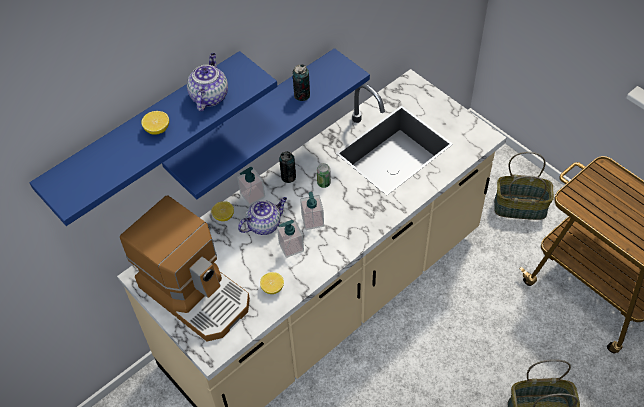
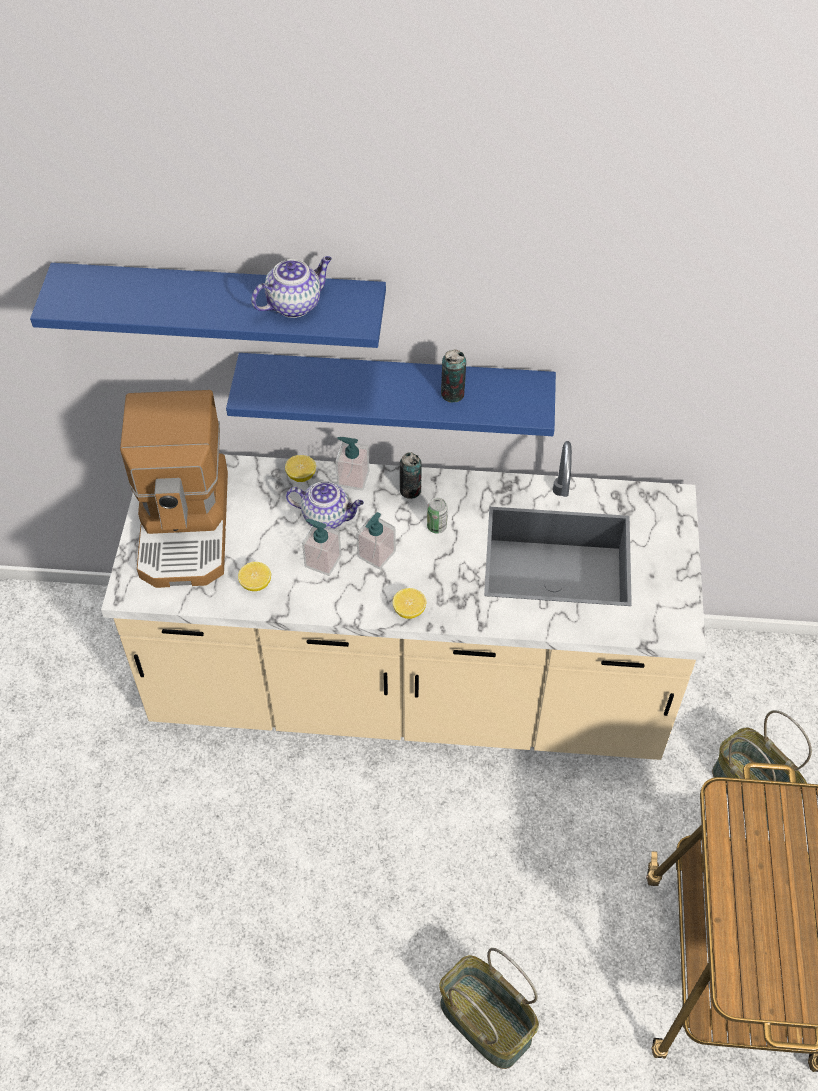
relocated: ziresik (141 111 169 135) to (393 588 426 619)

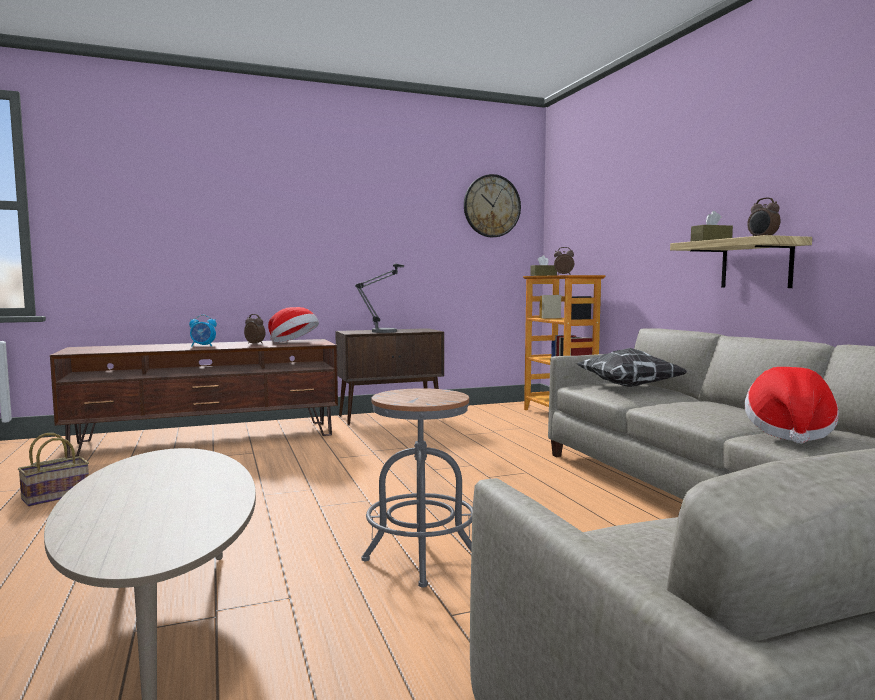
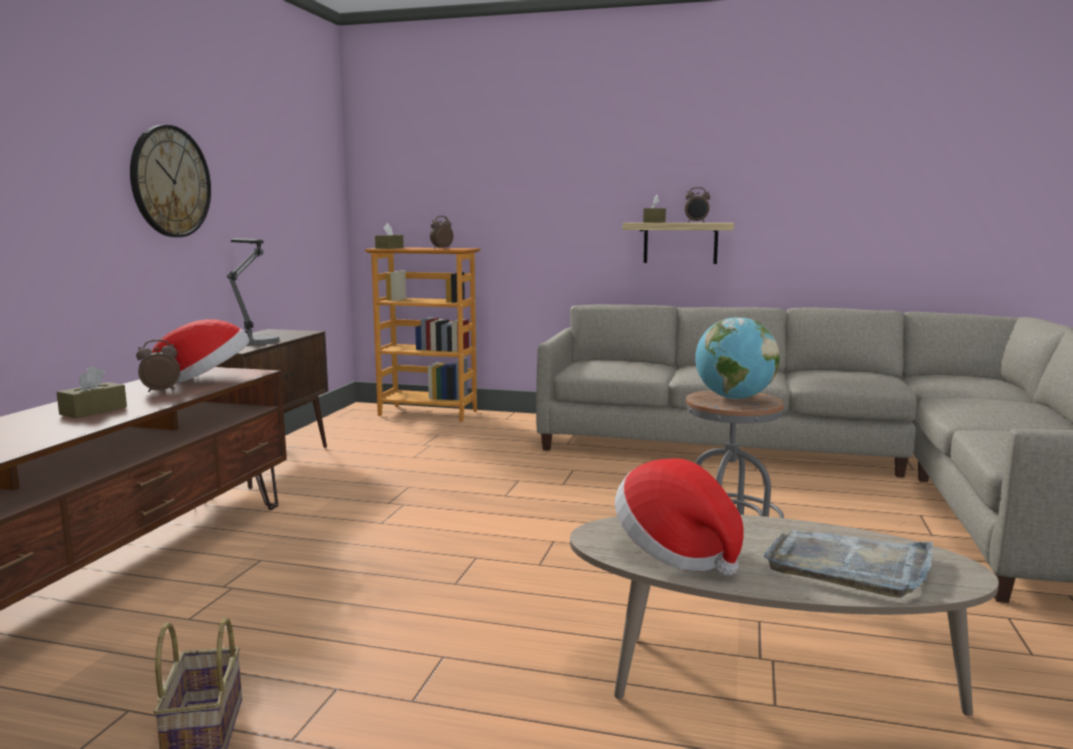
missing: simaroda (577 348 687 387)
appeared: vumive (695 317 780 399); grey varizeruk (763 530 933 598)
relocated: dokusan (464 174 521 237) to (130 125 211 237); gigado (745 367 839 444) to (615 458 744 576)
exchanged: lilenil (189 315 217 346) to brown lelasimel (56 366 127 418)

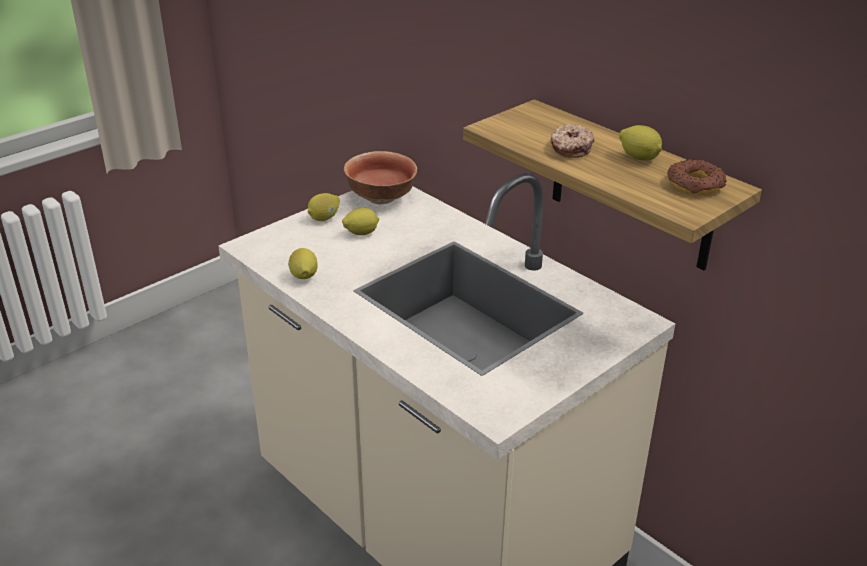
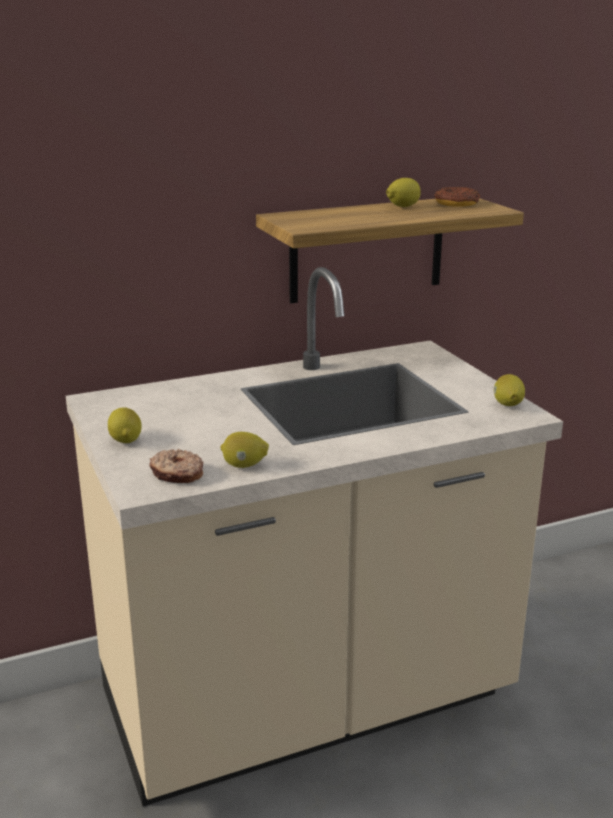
missing: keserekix (344 151 417 204)
relocated: ziresik (342 208 379 235) to (494 374 525 406); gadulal (550 124 595 158) to (149 449 203 483)

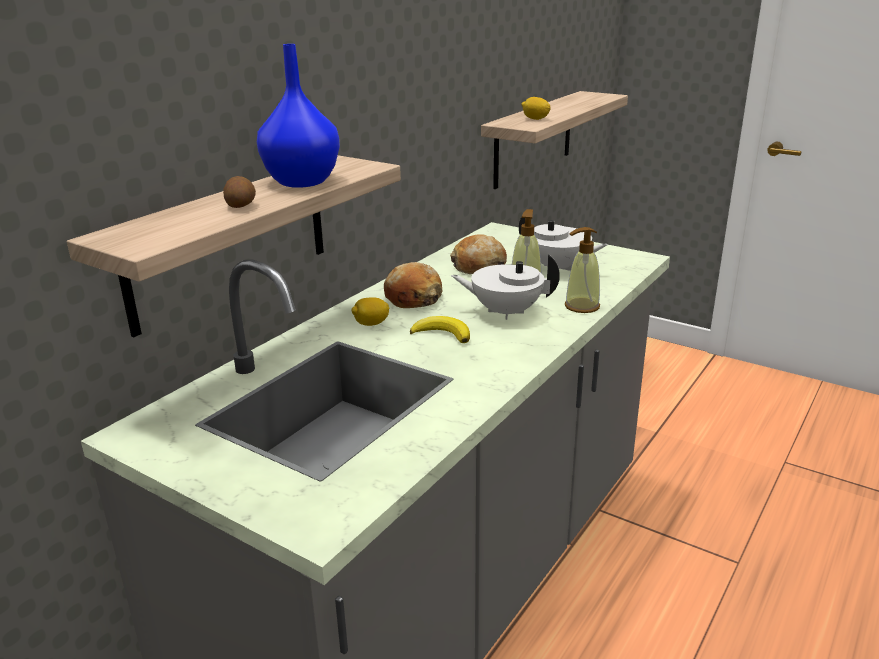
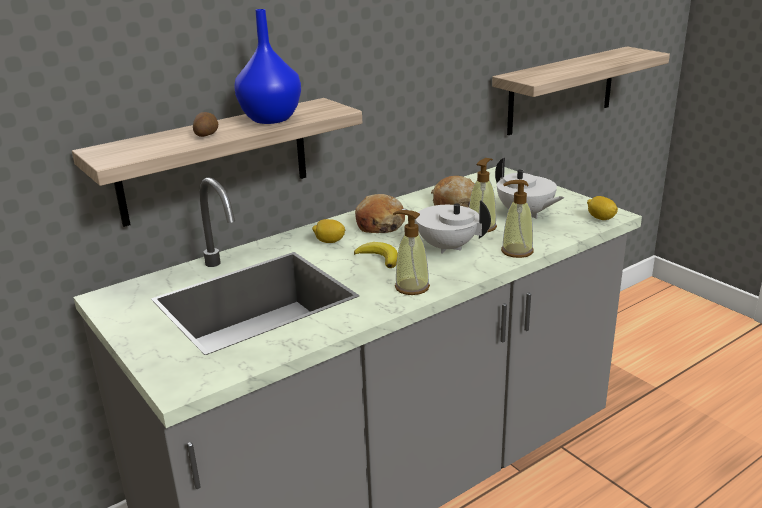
appeared: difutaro (393 210 430 295)
relocated: ziresik (521 97 550 120) to (587 196 618 220)

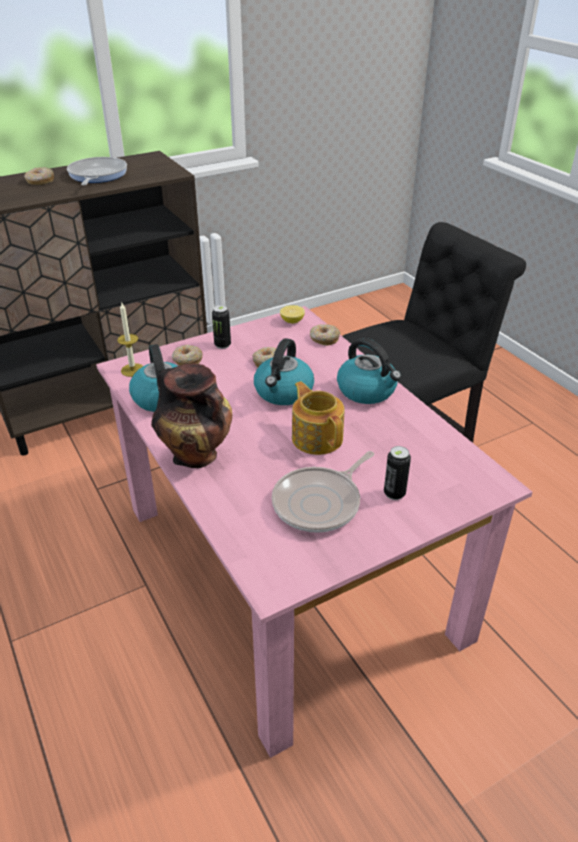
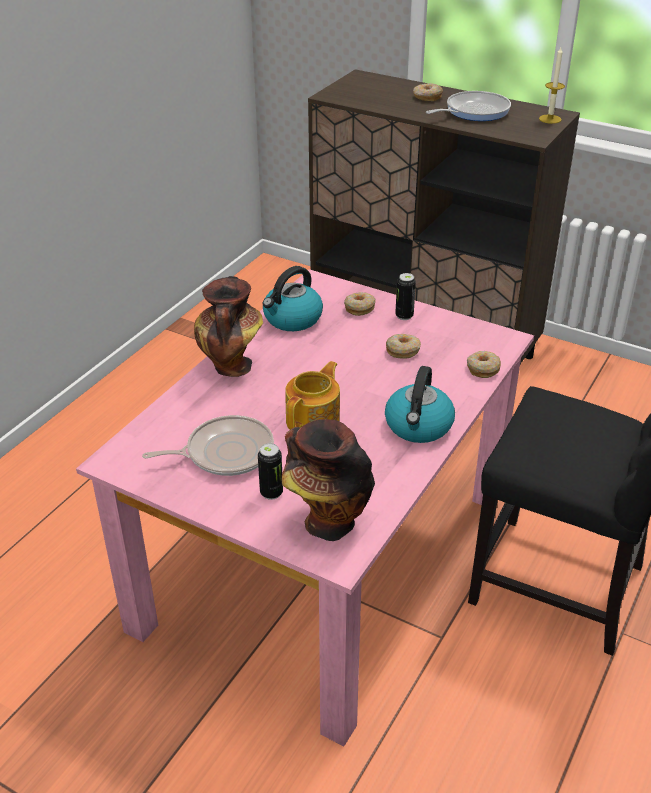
missing: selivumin (254 338 314 405); ziresik (280 305 305 324)
appeared: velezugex (282 419 375 541)
relocated: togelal (117 303 143 377) to (539 47 565 124)
spun: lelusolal (272 451 374 533) = (142 415 274 476) 150 degrees clockwise

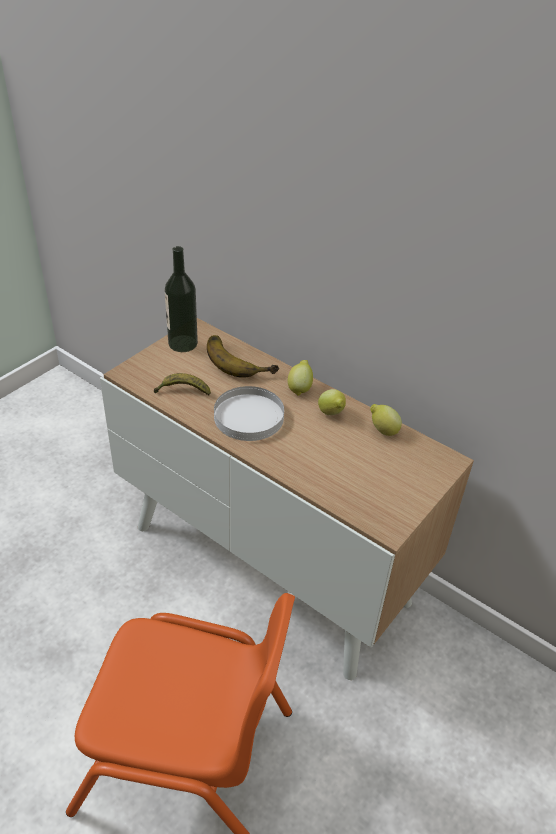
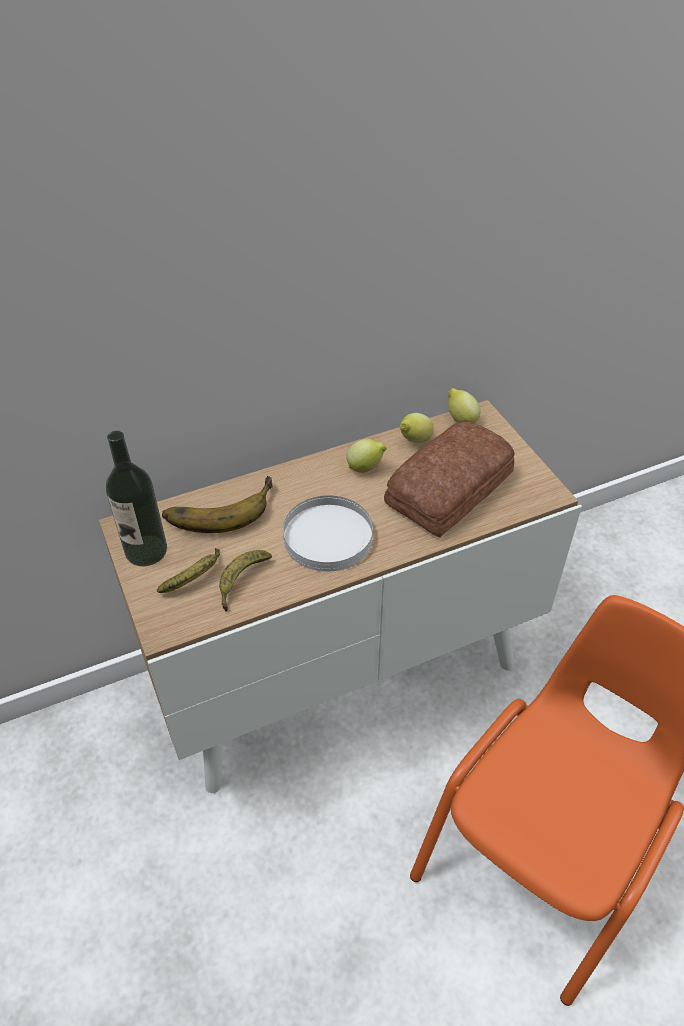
appeared: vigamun (157 548 220 593); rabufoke (384 422 515 537)
relocated: ziresik (288 360 313 396) to (448 388 480 424)

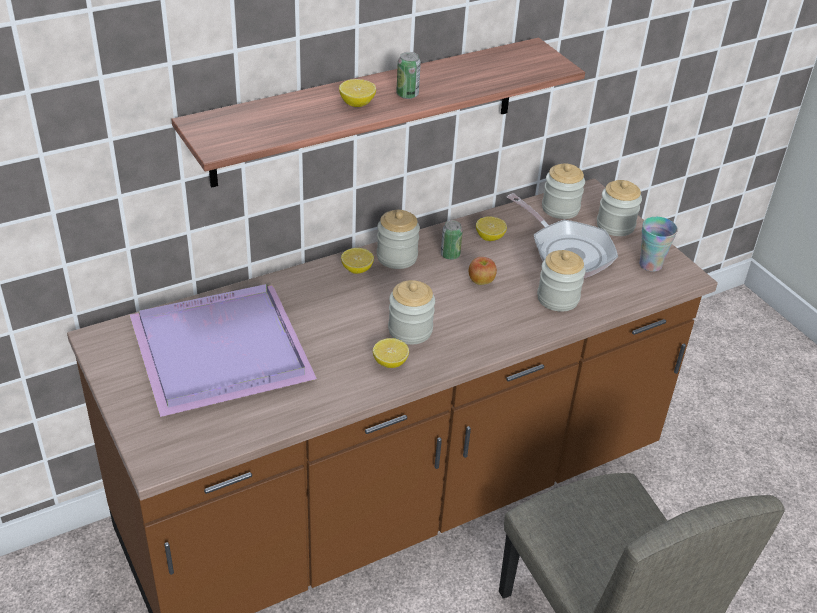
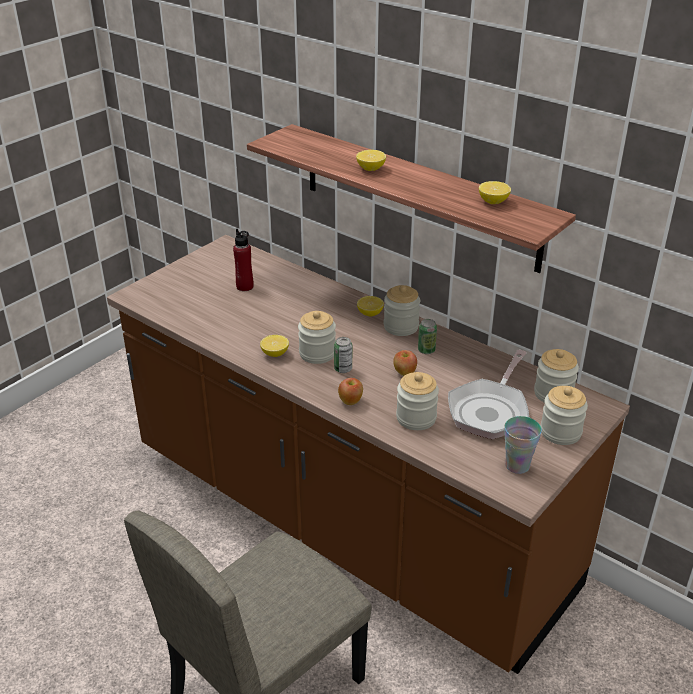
appeared: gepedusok (338 378 363 405)
relocated: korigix (396 52 421 99) to (334 337 352 373); ziresik (476 216 507 241) to (479 181 511 204)
exchanged: purple varizeruk (130 284 317 417) to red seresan (233 229 254 291)

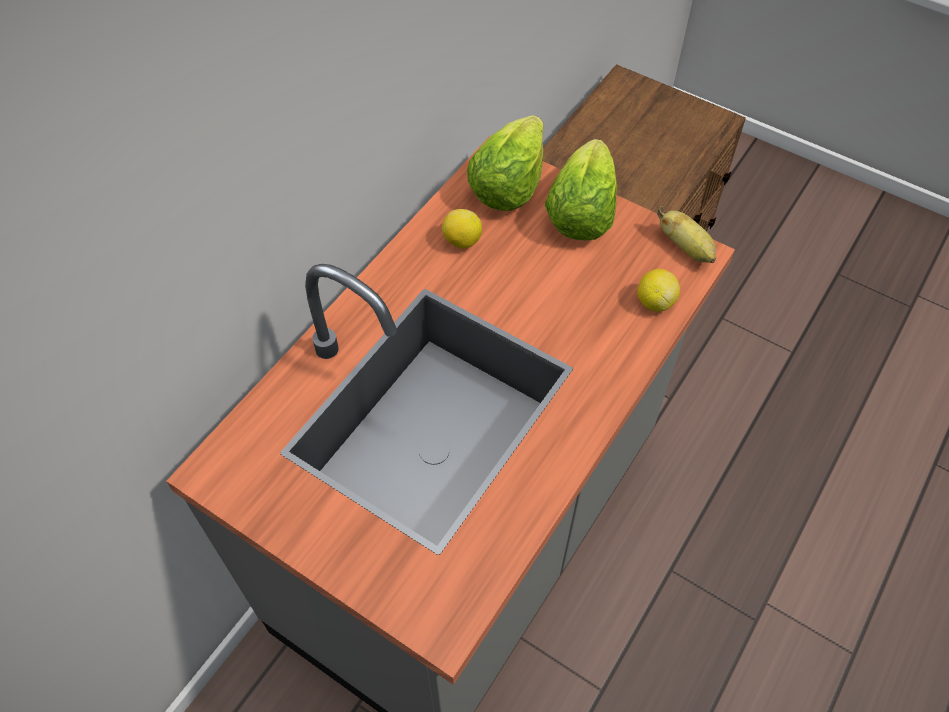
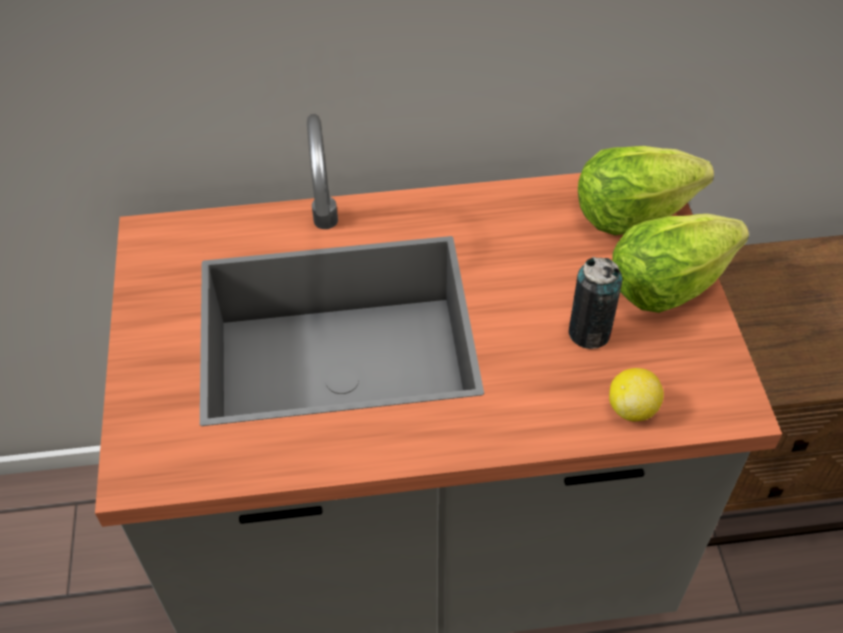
missing: ziresik (442 209 482 249); vigamun (657 206 716 263)
appeared: korigix (569 257 622 349)

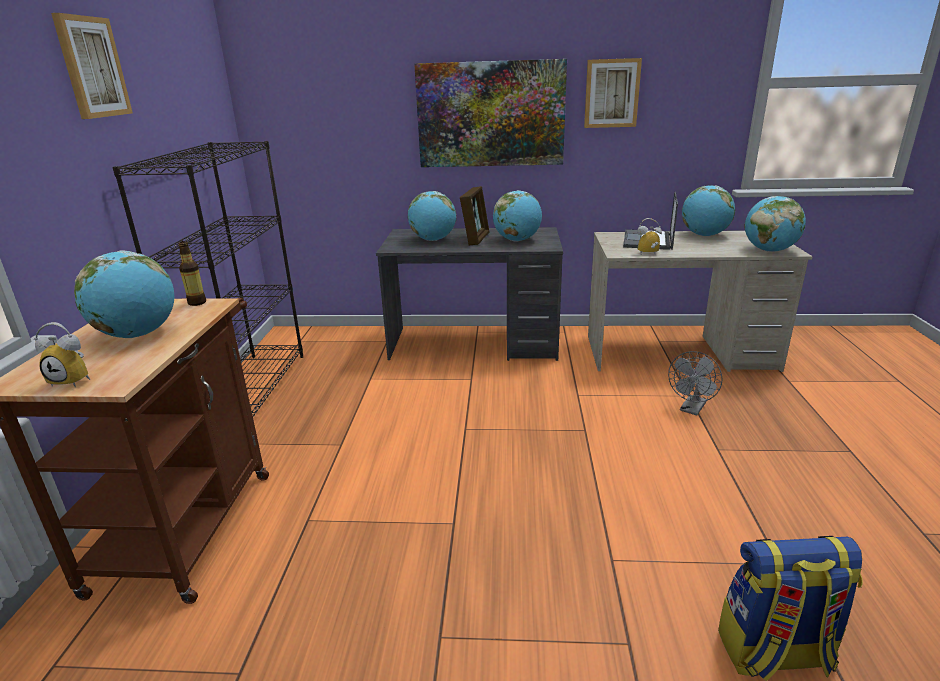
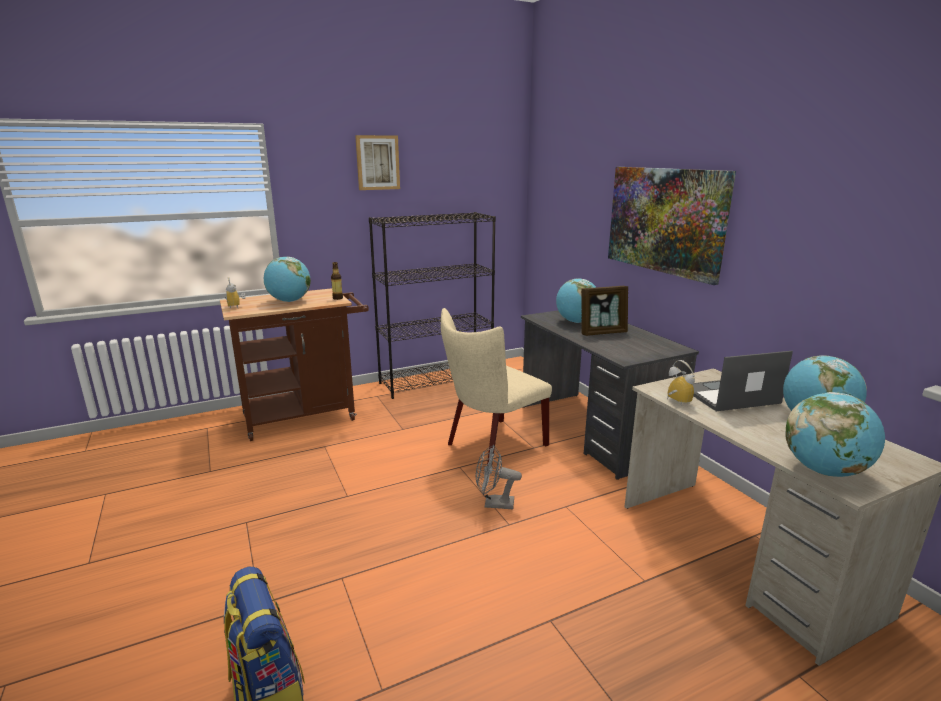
missing: vumive (493 190 542 241); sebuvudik (584 58 642 128)
appeared: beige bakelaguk (441 308 552 467)
relocated: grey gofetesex (668 351 722 416) to (476 445 522 509)

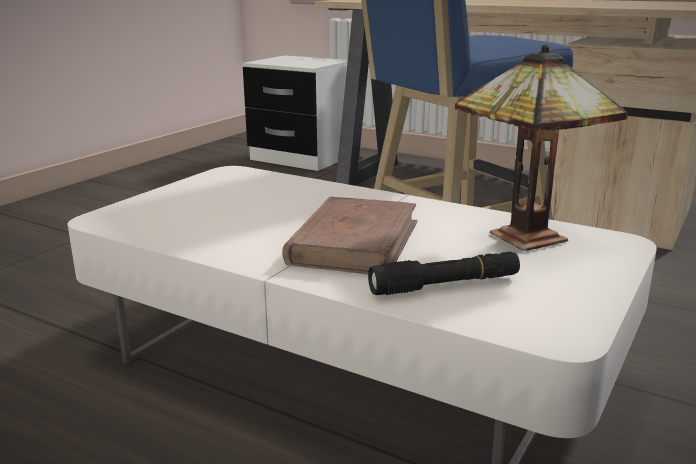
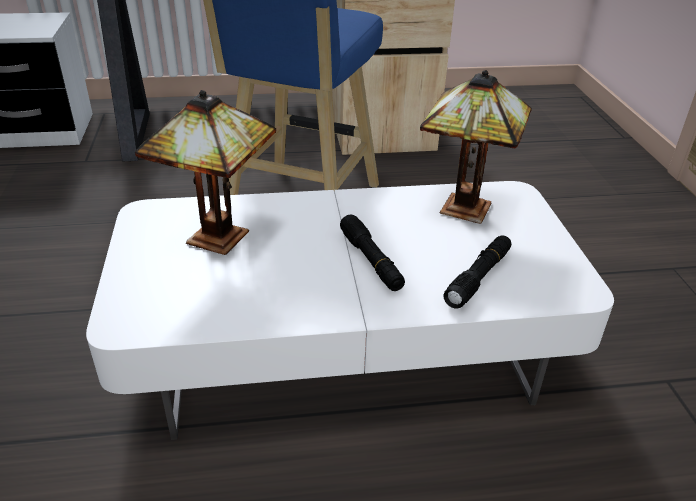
appeared: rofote (135 90 276 255)
exchanged: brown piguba (282 197 418 274) to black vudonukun (340 215 405 291)

